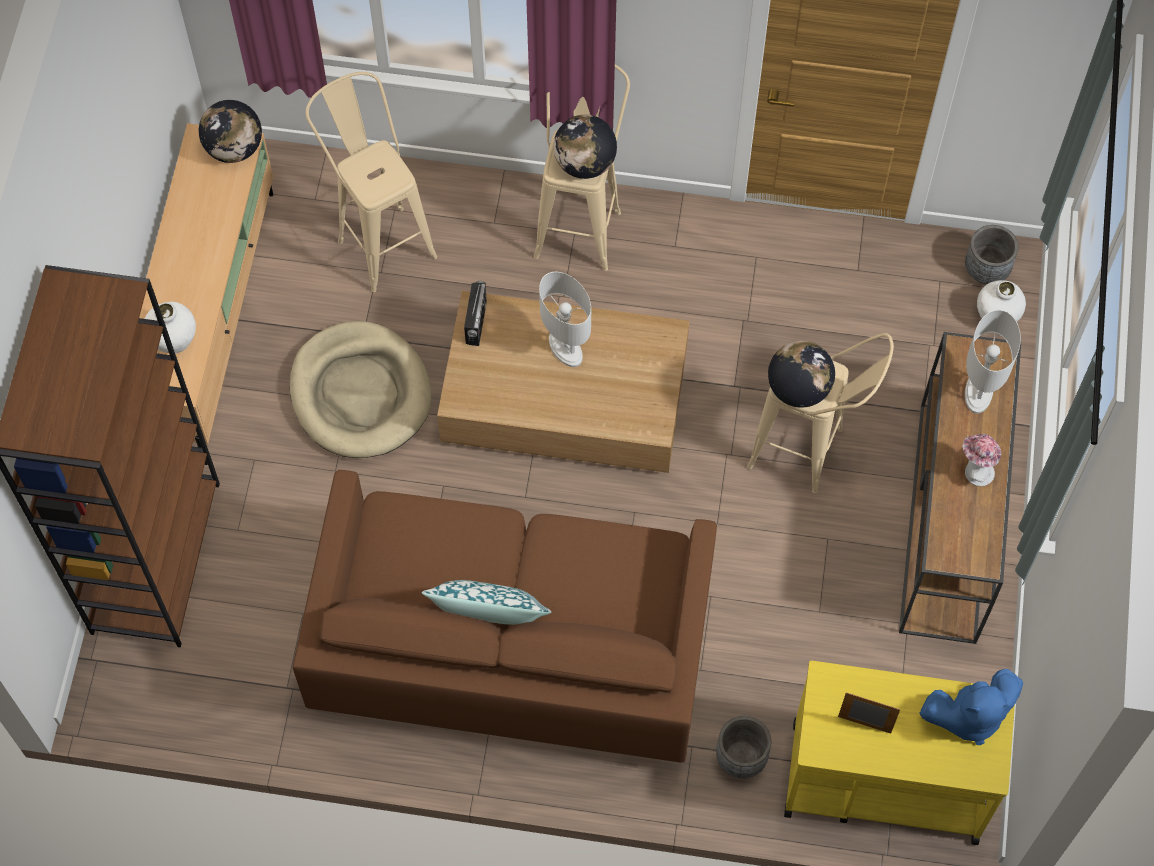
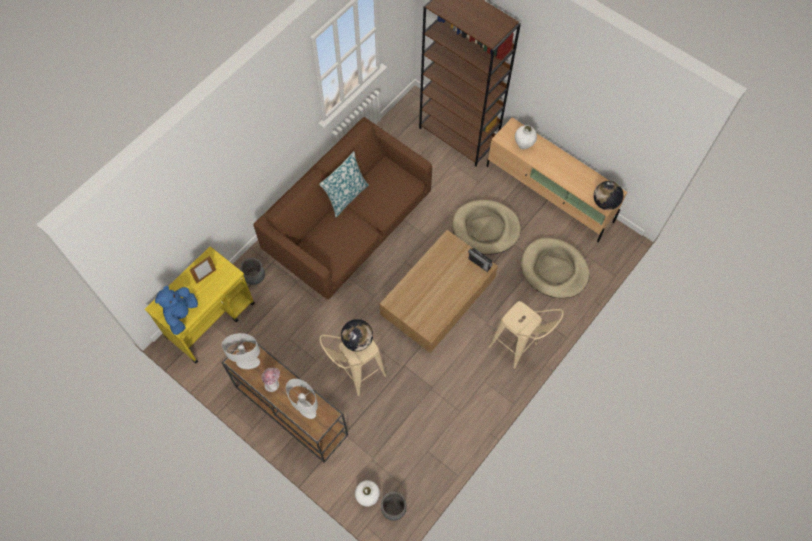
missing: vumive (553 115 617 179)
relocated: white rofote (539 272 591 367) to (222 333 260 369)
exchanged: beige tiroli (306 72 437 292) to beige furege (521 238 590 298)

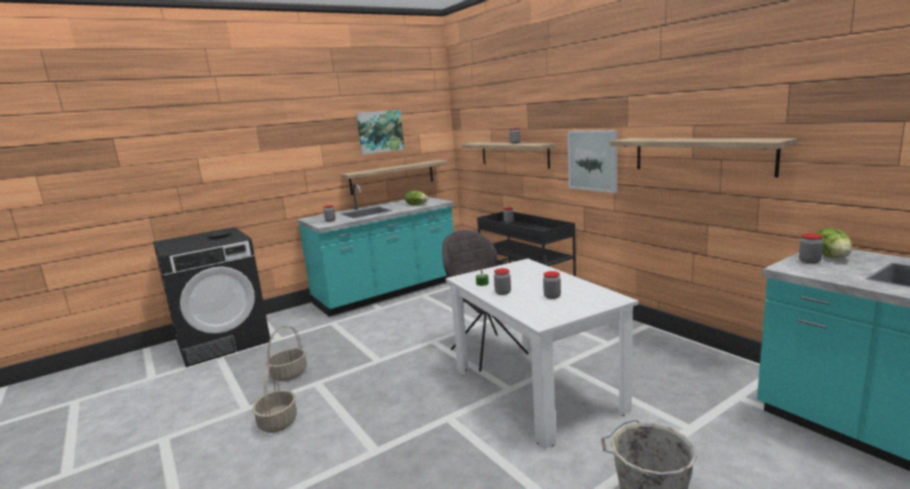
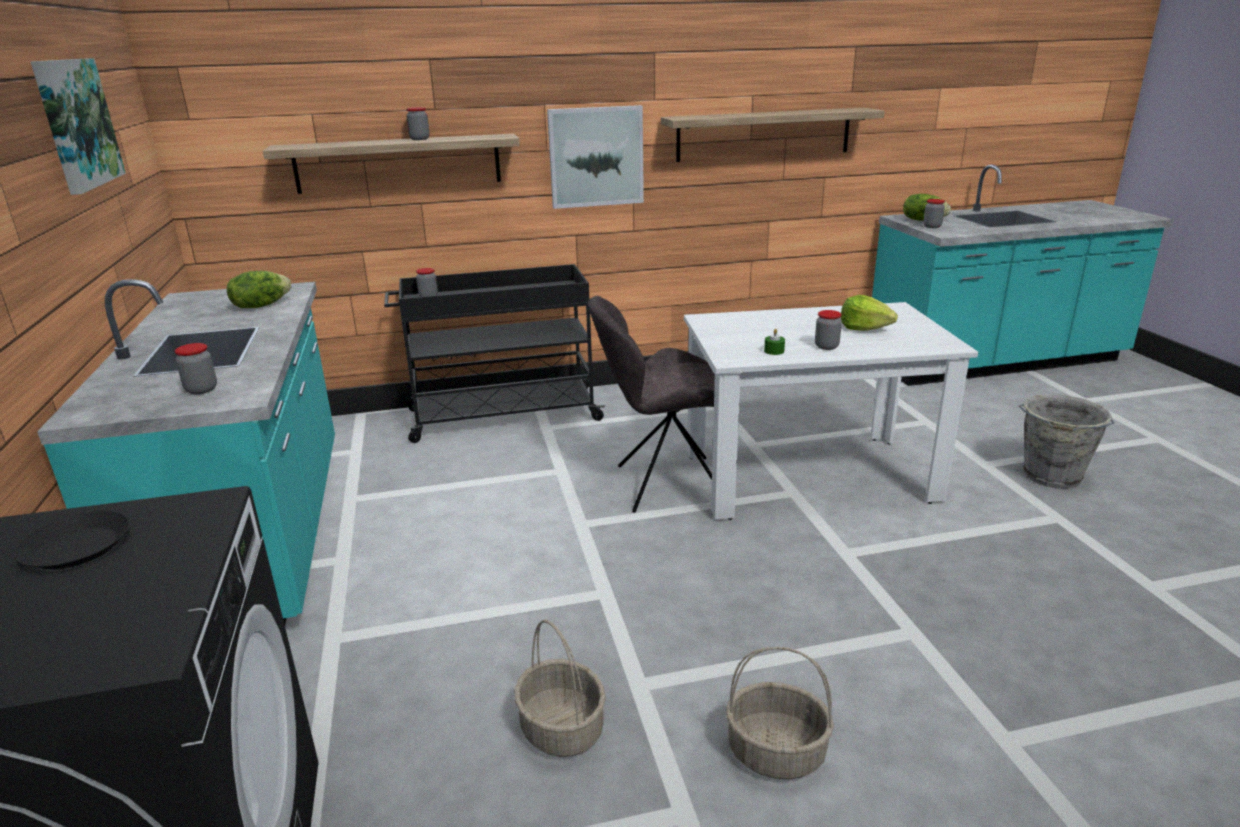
missing: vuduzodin (340 160 448 195)
exchanged: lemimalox (543 271 561 299) to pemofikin (841 295 898 331)

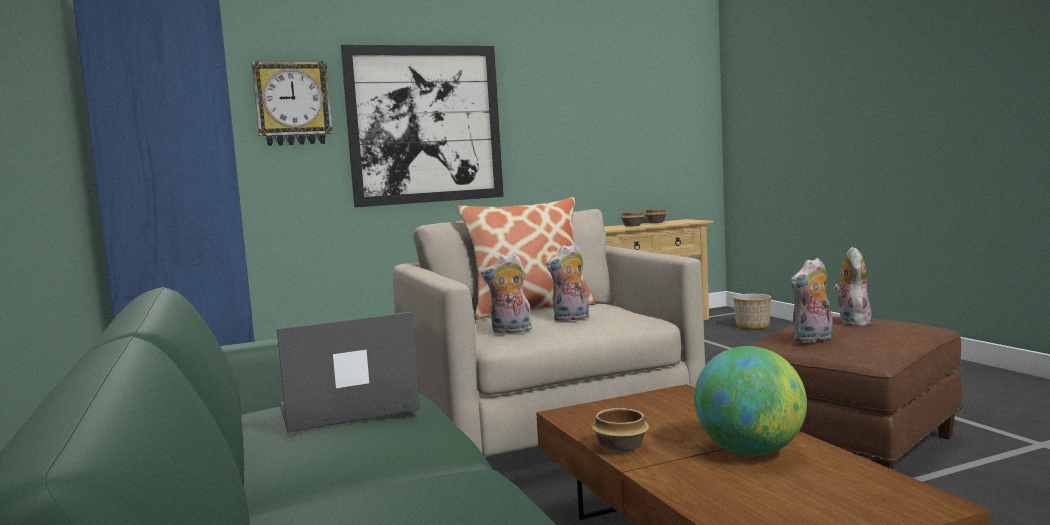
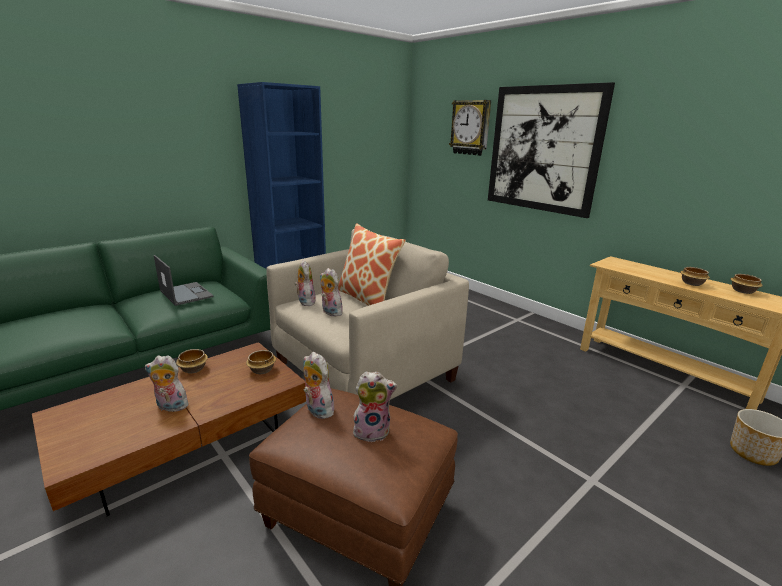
appeared: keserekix (246 350 276 374)
exchanged: vumive (694 346 807 456) to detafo (145 355 189 412)

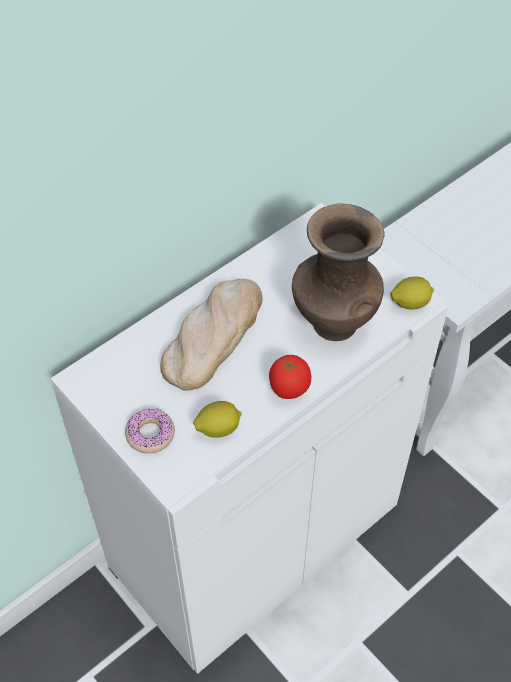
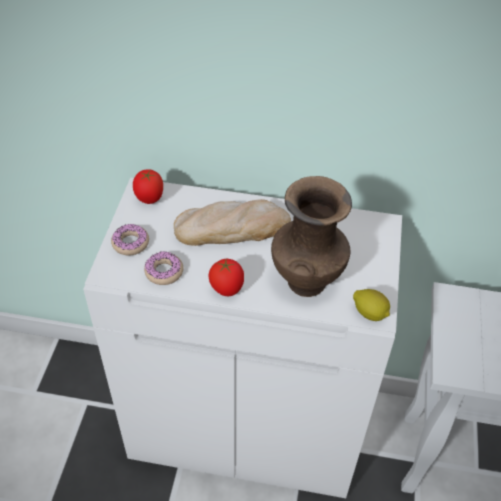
appeared: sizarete (133 169 163 204)
exchanged: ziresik (193 401 242 438) to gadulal (144 251 183 285)

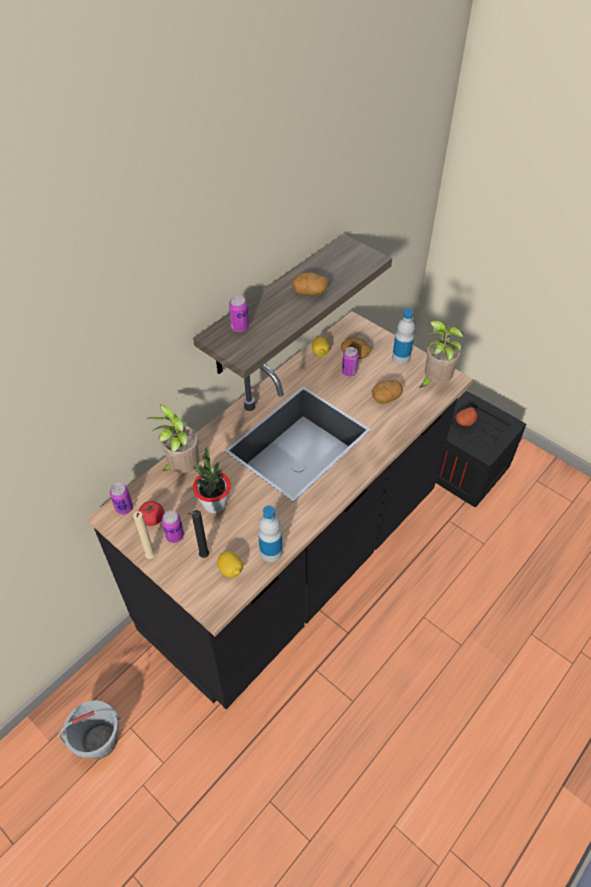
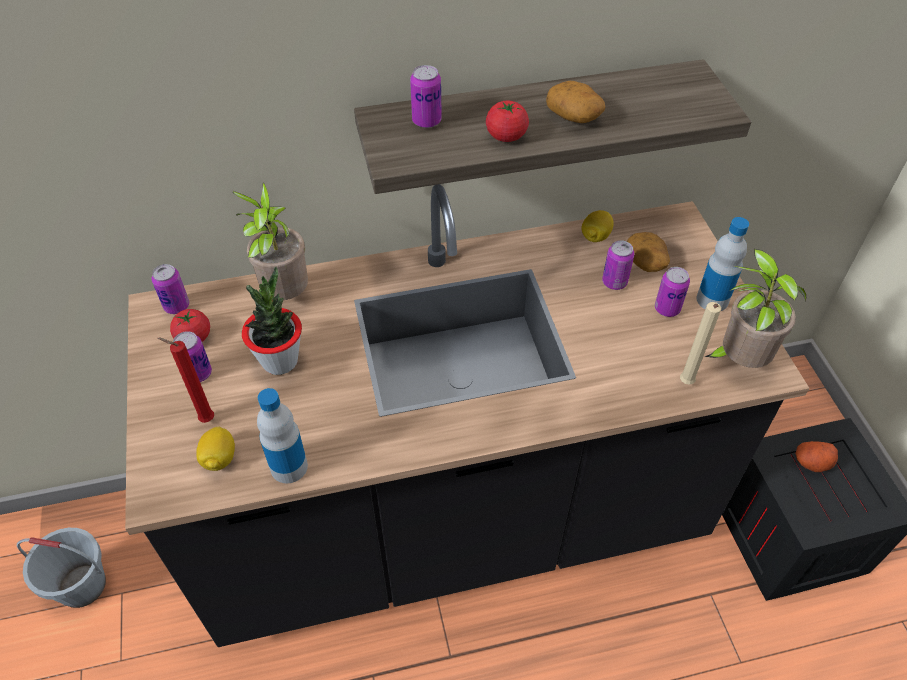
missing: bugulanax (372 380 403 404)
appeared: sizarete (486 101 529 142); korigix (655 267 690 317)
relocated: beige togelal (133 511 156 559) to (680 302 721 385)
colour: black togelal (188 510 209 558) to red togelal (157 338 214 423)

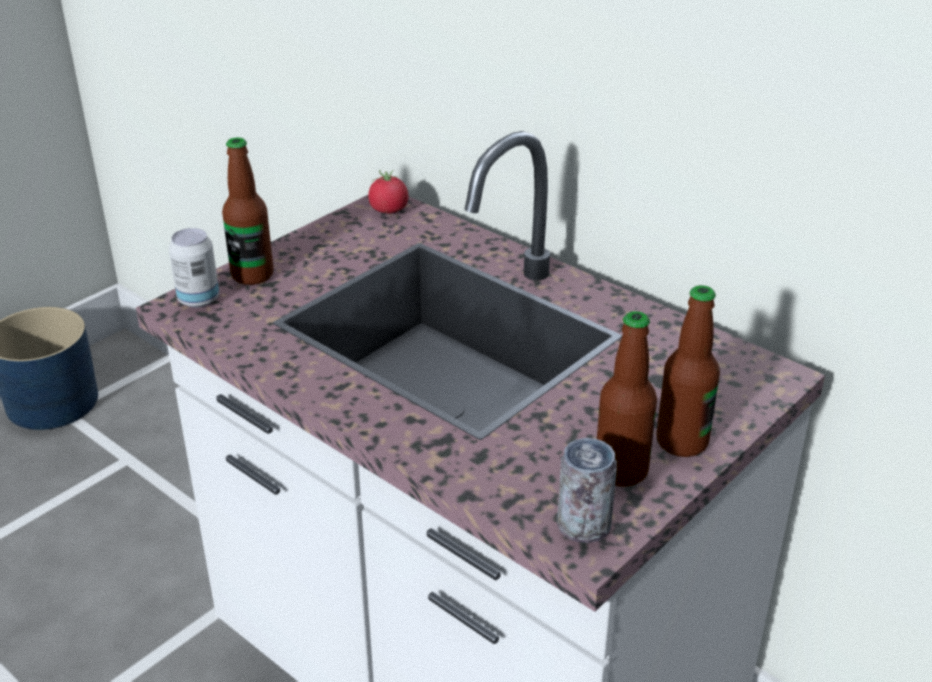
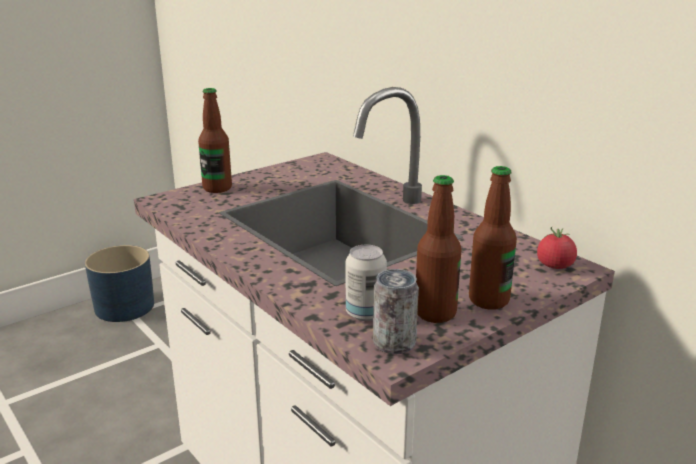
relocated: korigix (169 228 219 308) to (346 245 387 321); sizarete (368 169 409 213) to (537 226 577 269)

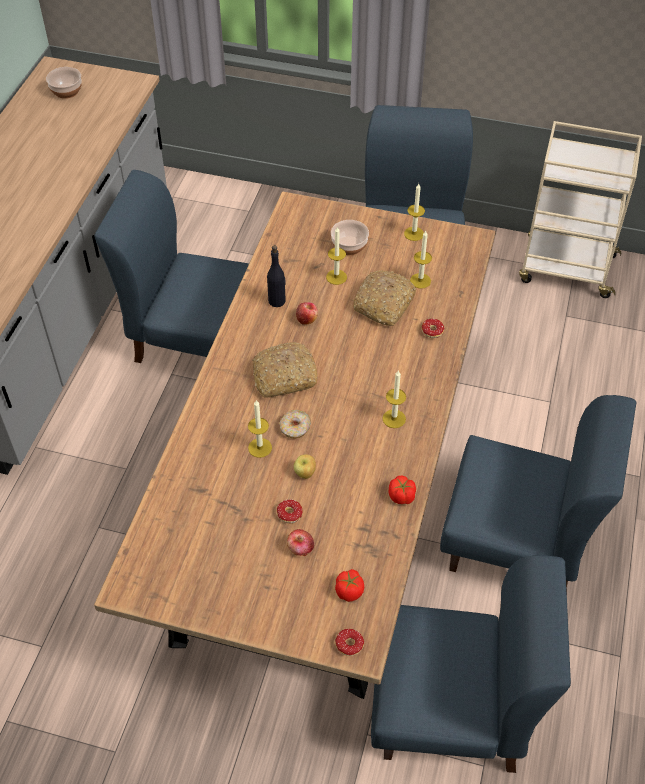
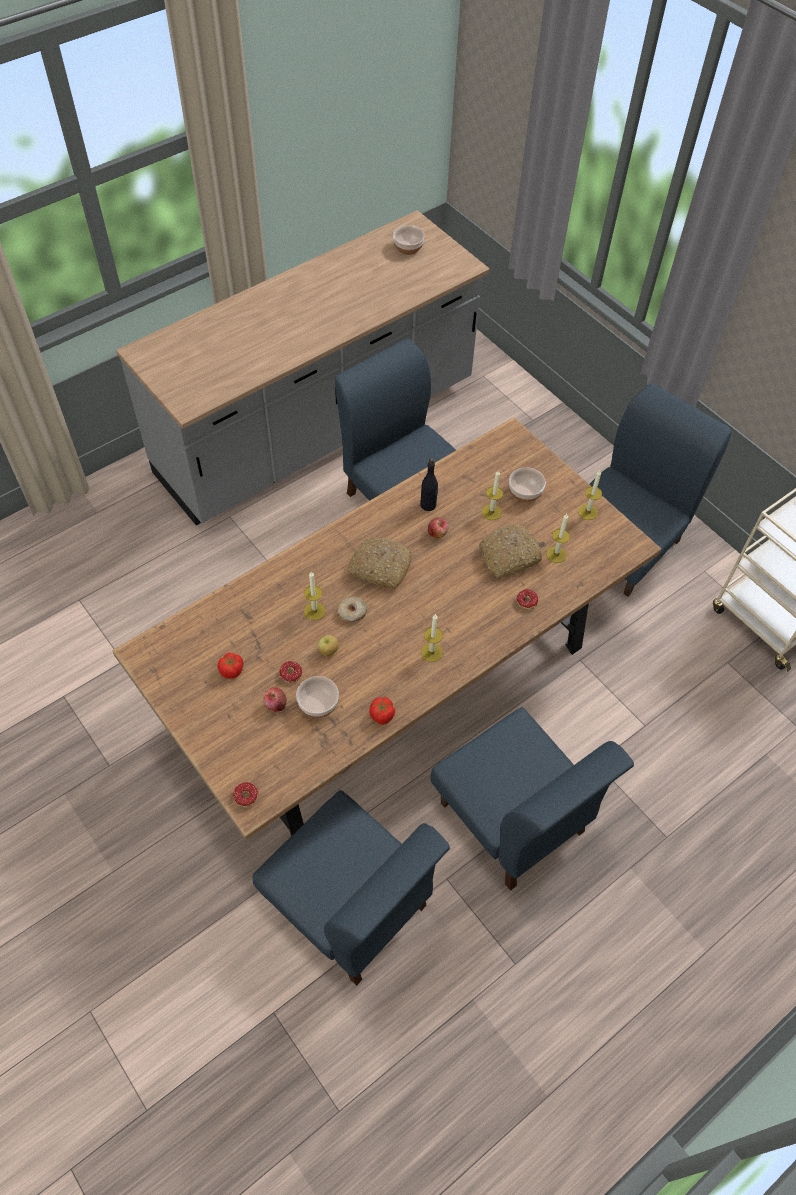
appeared: keserekix (296 676 339 718)
relocated: sizarete (335 569 364 602) to (217 653 244 678)

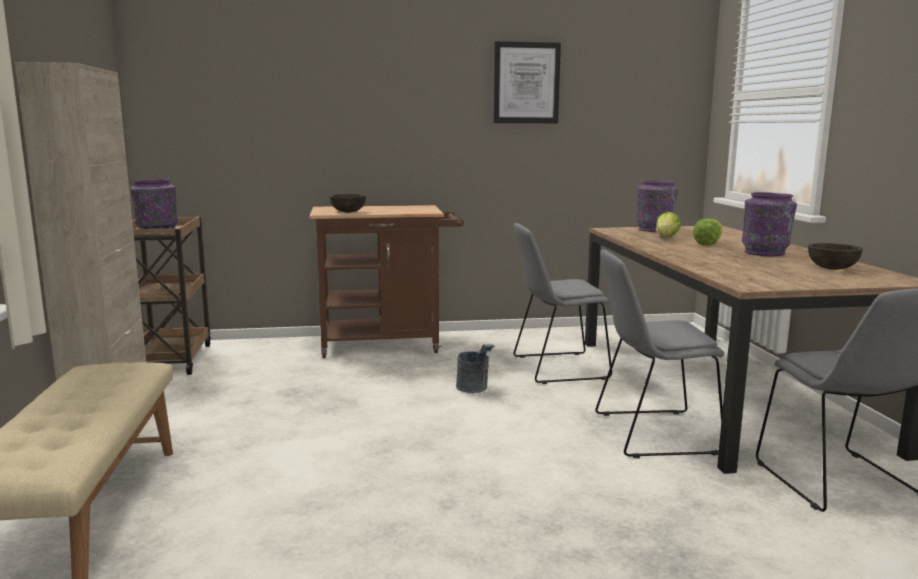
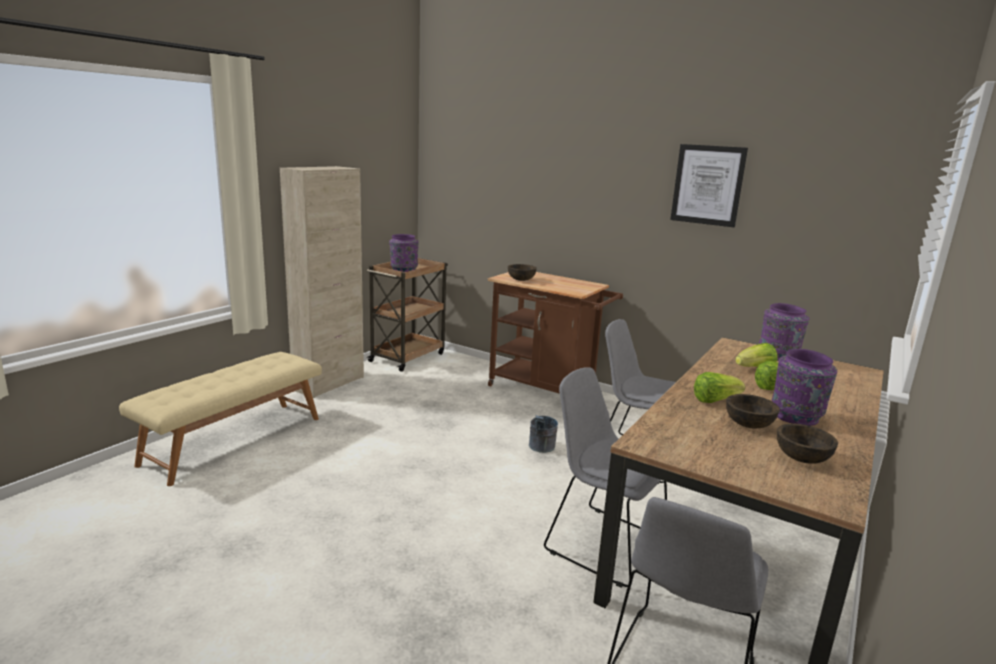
appeared: pemofikin (694 372 745 403); brown keserekix (726 394 780 429)

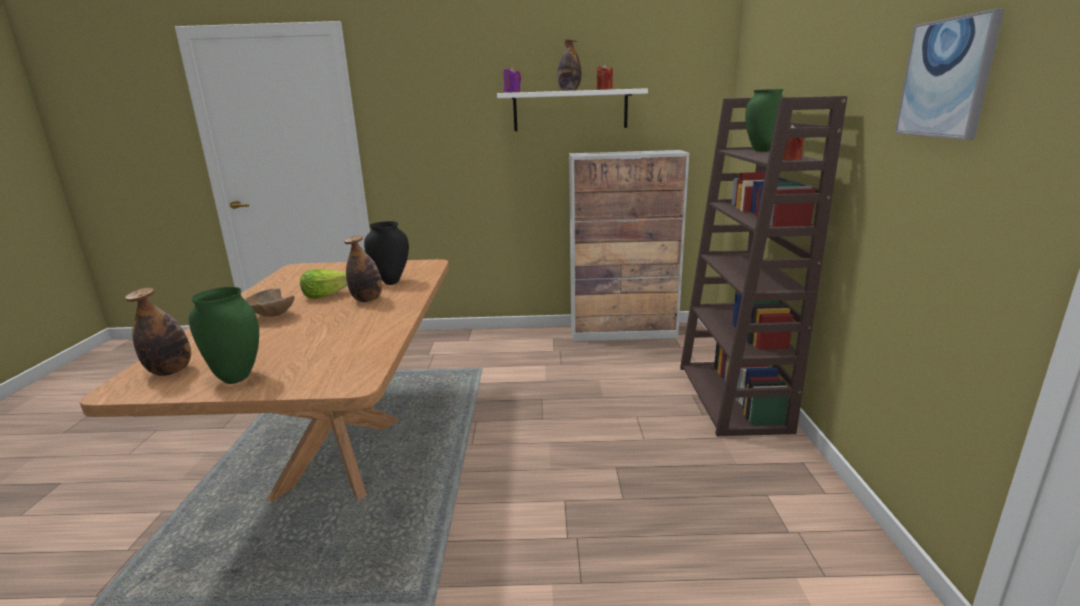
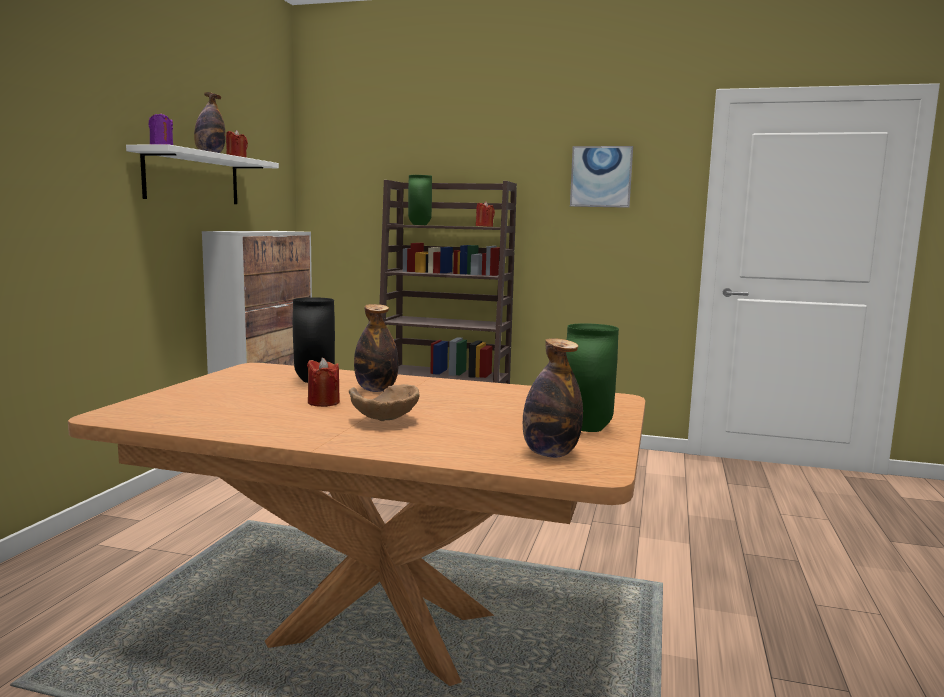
exchanged: pemofikin (300 269 347 299) to red togelal (307 358 340 407)

